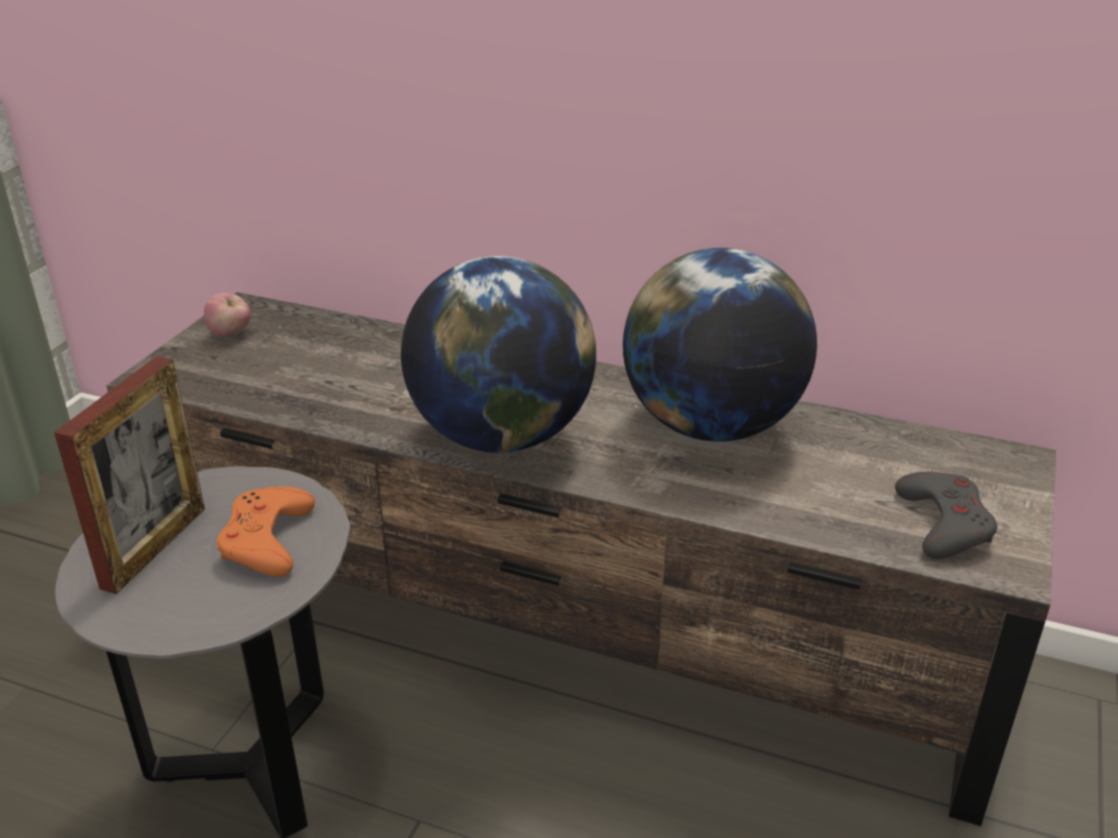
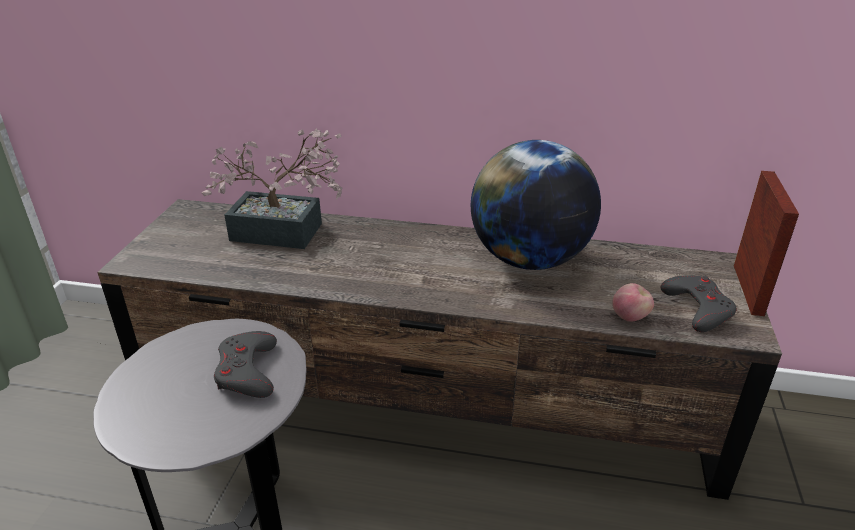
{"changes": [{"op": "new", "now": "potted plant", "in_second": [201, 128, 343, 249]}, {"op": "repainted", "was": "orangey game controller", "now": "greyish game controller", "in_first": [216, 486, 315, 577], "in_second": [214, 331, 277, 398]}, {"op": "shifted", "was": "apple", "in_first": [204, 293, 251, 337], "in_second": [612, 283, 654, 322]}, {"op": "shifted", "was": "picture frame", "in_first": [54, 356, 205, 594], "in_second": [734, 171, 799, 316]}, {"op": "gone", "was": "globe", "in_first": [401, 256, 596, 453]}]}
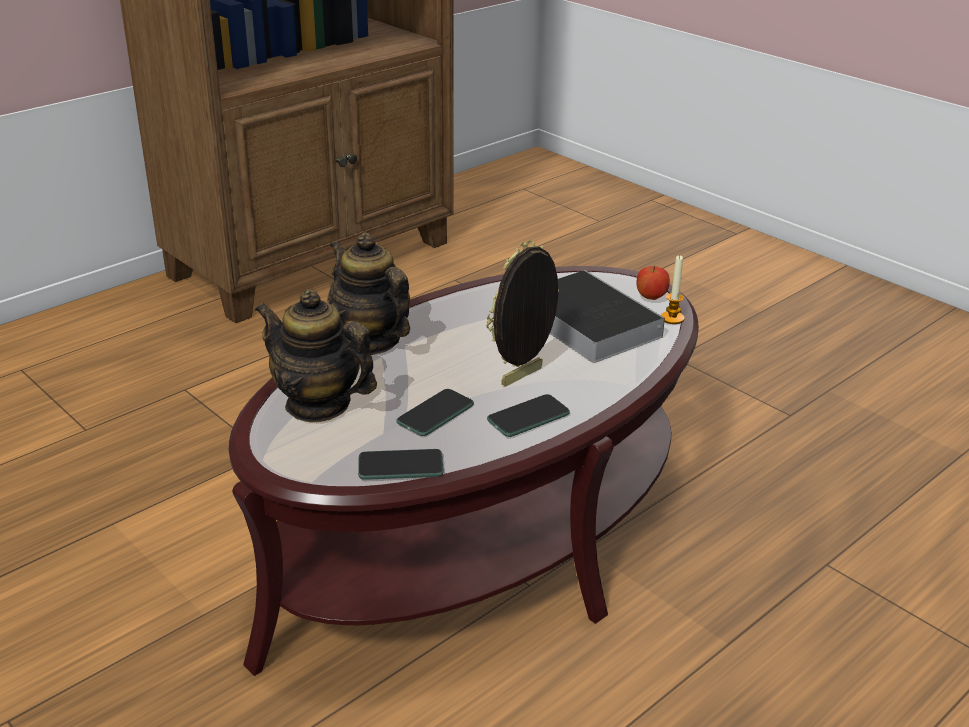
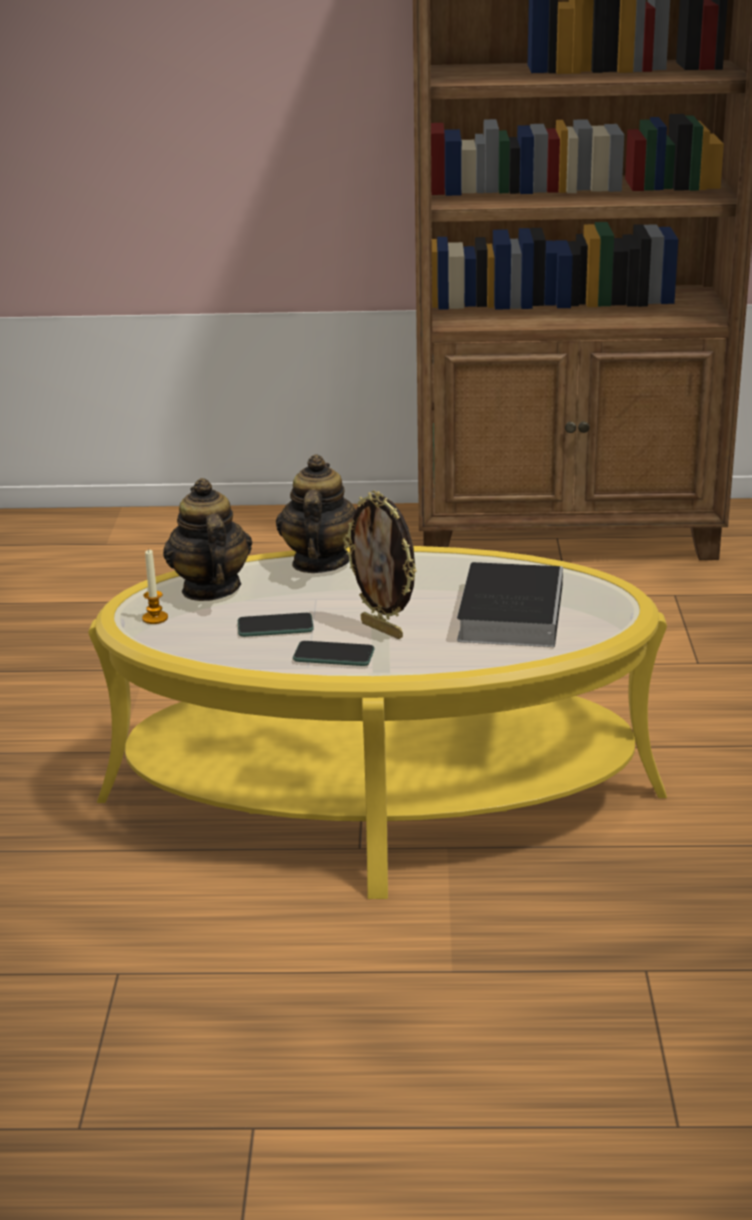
{"changes": [{"op": "repainted", "was": "brown-coloured coffee table", "now": "yellow coffee table", "in_first": [229, 266, 699, 676], "in_second": [88, 546, 667, 899]}, {"op": "shifted", "was": "candle", "in_first": [661, 256, 685, 324], "in_second": [142, 549, 168, 624]}, {"op": "rotated", "was": "picture frame", "in_first": [486, 240, 559, 387], "in_second": [343, 490, 417, 639], "clockwise": -135}, {"op": "gone", "was": "handset", "in_first": [358, 449, 444, 480]}, {"op": "gone", "was": "apple", "in_first": [637, 266, 670, 300]}]}
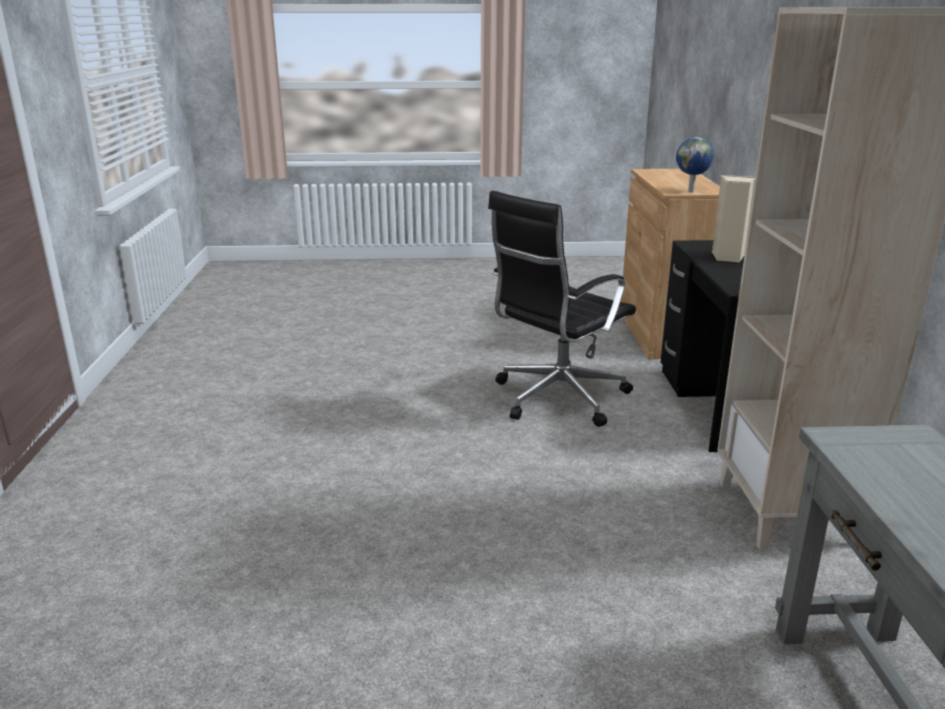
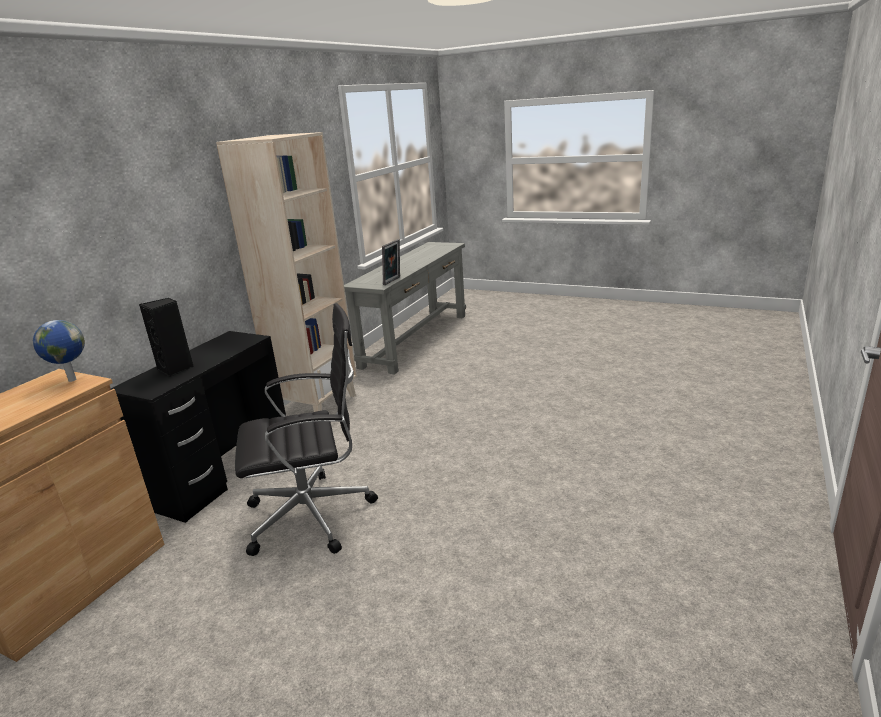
{"changes": [{"op": "repainted", "was": "beige loudspeaker", "now": "black loudspeaker", "in_first": [712, 175, 755, 262], "in_second": [139, 298, 194, 377]}, {"op": "new", "now": "picture frame", "in_second": [382, 239, 400, 285]}]}
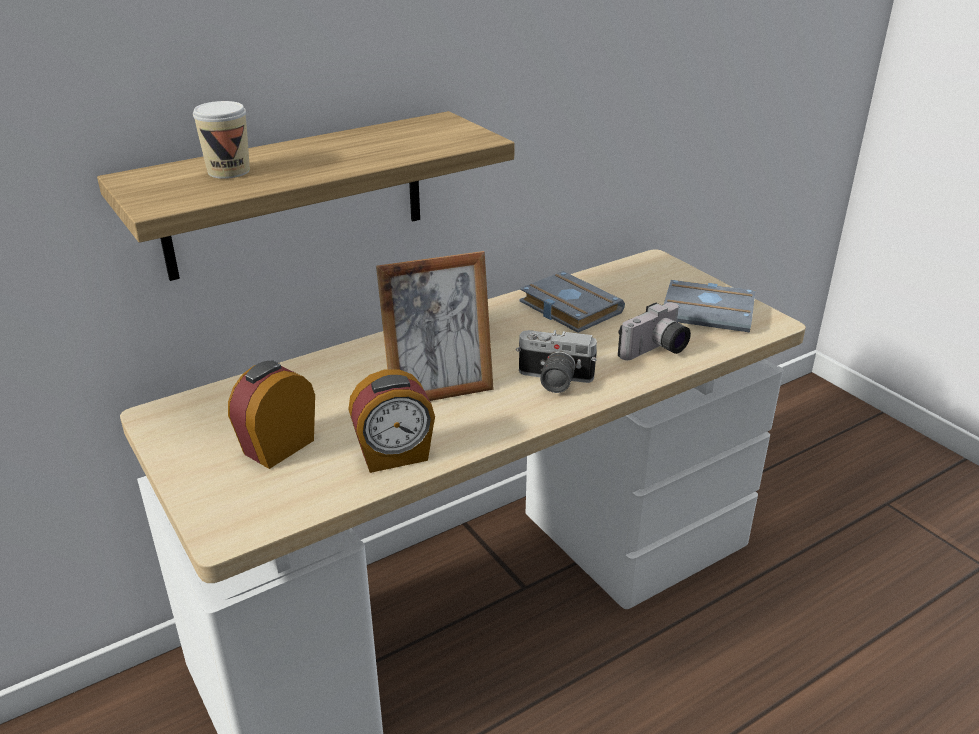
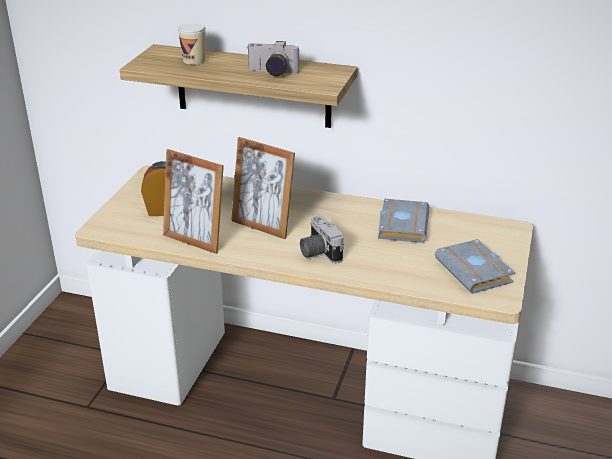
{"changes": [{"op": "swapped", "was": "table clock", "now": "picture frame", "in_first": [348, 369, 435, 473], "in_second": [163, 149, 224, 254]}, {"op": "shifted", "was": "photo camera", "in_first": [618, 302, 691, 360], "in_second": [248, 41, 300, 76]}]}
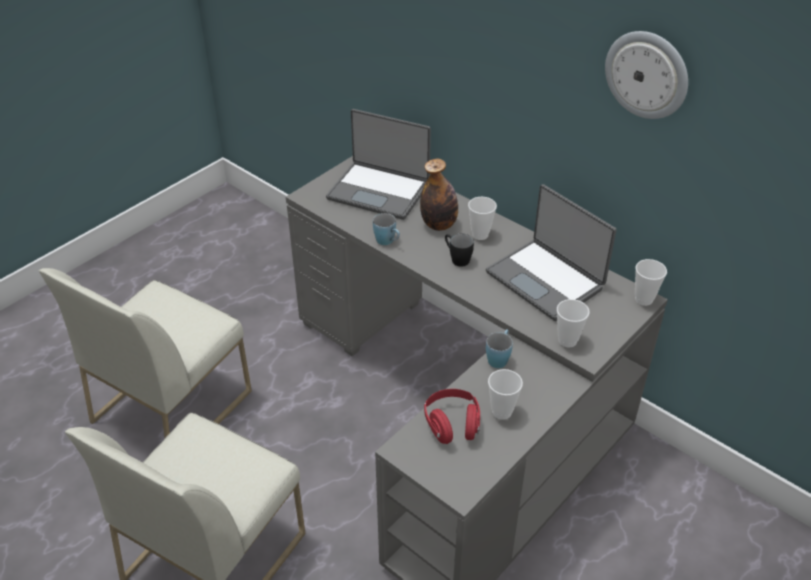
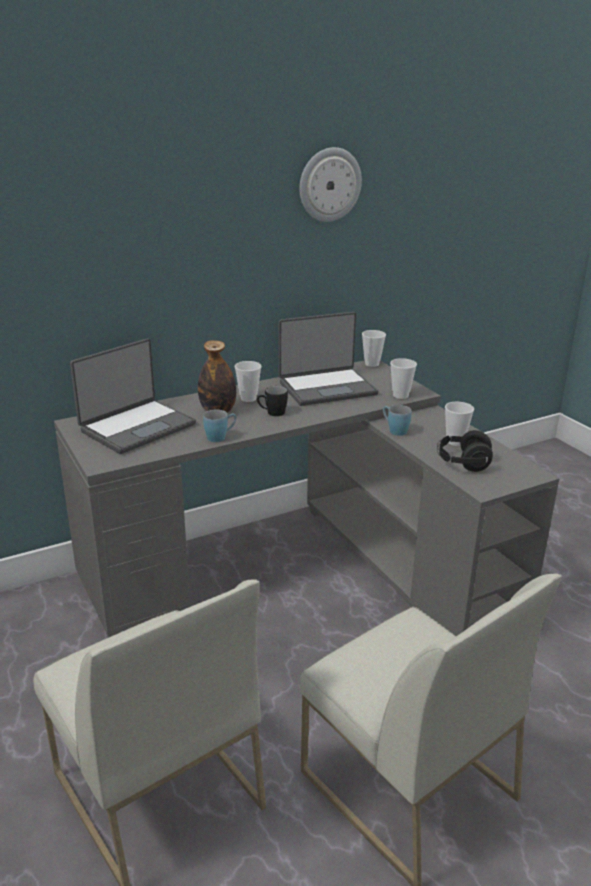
{"changes": [{"op": "repainted", "was": "red-coloured headphones", "now": "black headphones", "in_first": [424, 389, 480, 444], "in_second": [437, 430, 493, 472]}]}
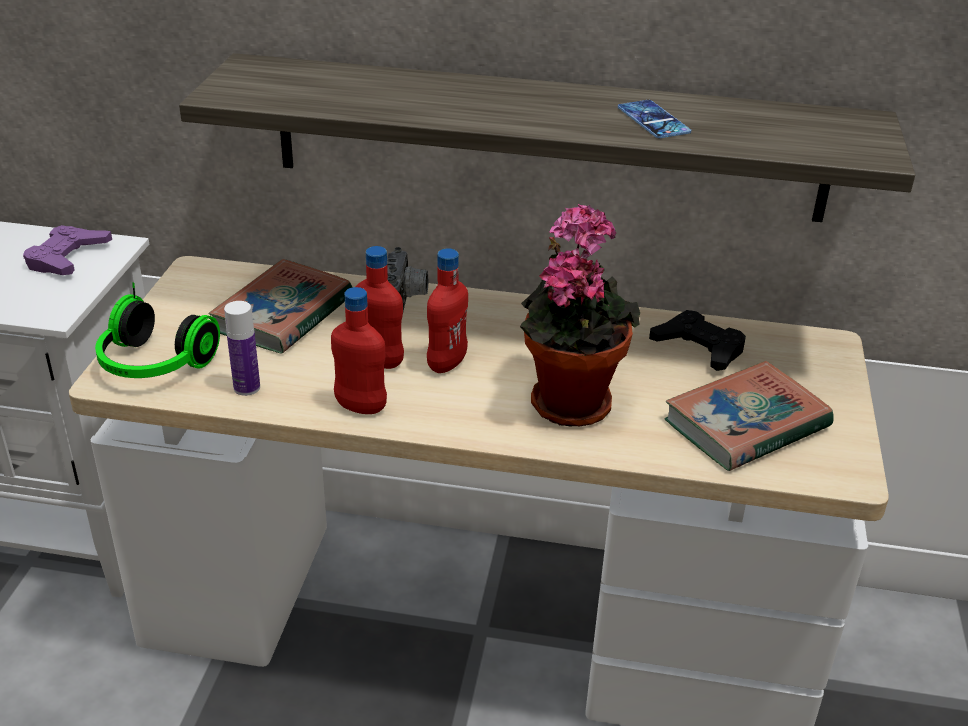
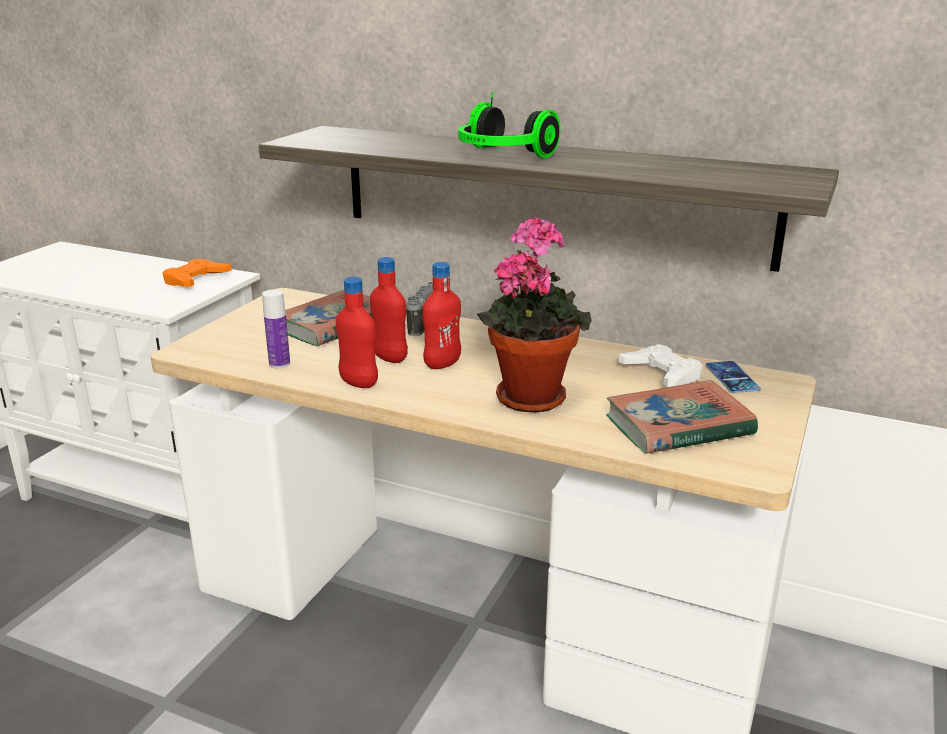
{"changes": [{"op": "repainted", "was": "purplish game controller", "now": "orangey game controller", "in_first": [23, 225, 112, 275], "in_second": [162, 259, 232, 287]}, {"op": "shifted", "was": "headphones", "in_first": [95, 282, 220, 378], "in_second": [458, 92, 561, 158]}, {"op": "repainted", "was": "black game controller", "now": "whitish game controller", "in_first": [649, 310, 746, 371], "in_second": [618, 344, 703, 387]}, {"op": "shifted", "was": "handset", "in_first": [618, 100, 691, 138], "in_second": [706, 361, 761, 393]}]}
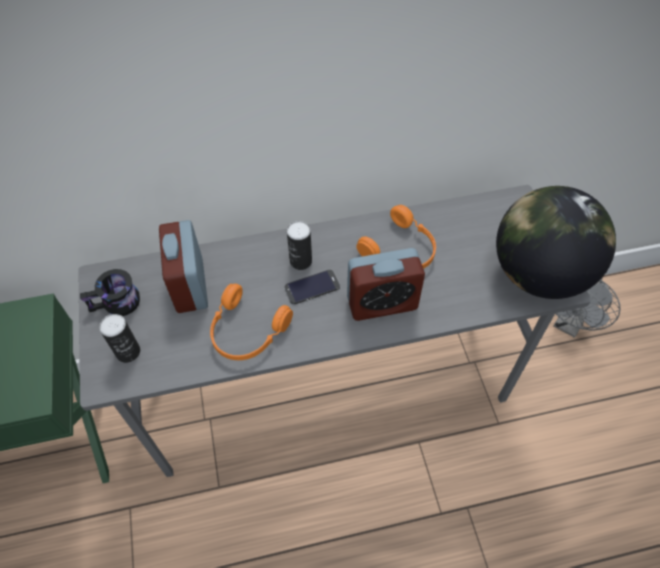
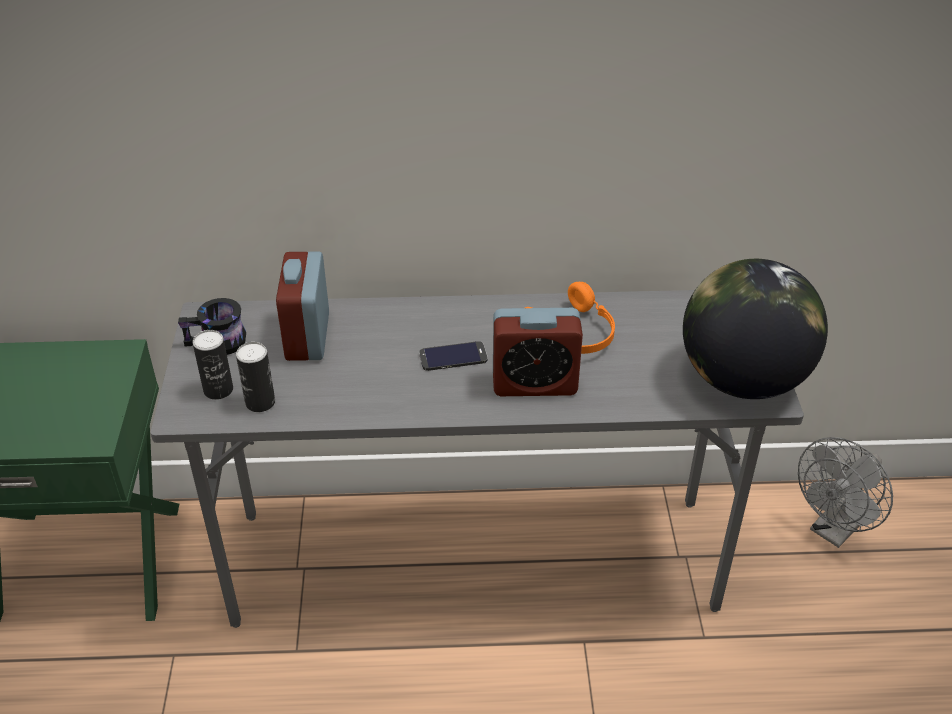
{"changes": [{"op": "shifted", "was": "can", "in_first": [287, 221, 312, 270], "in_second": [236, 342, 275, 412]}, {"op": "gone", "was": "orangey headphones", "in_first": [210, 284, 293, 360]}]}
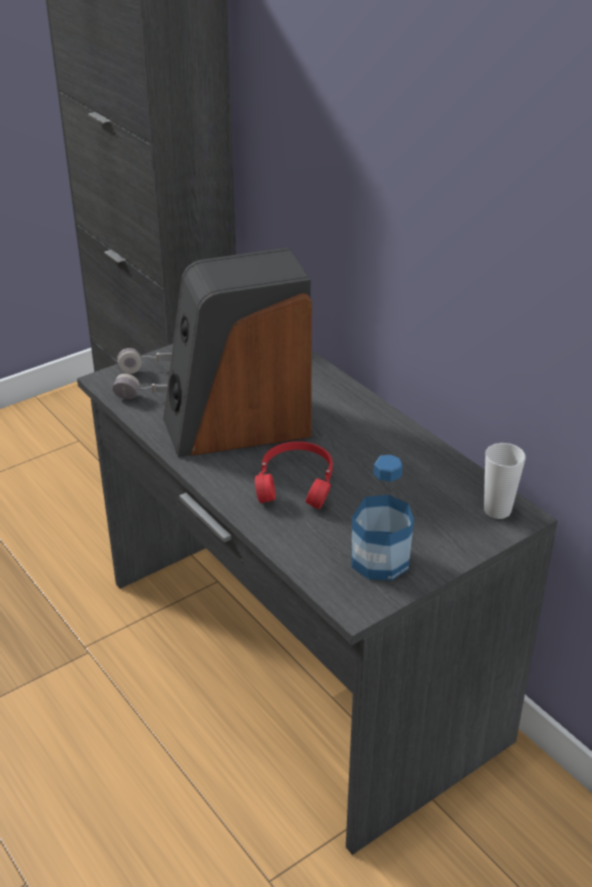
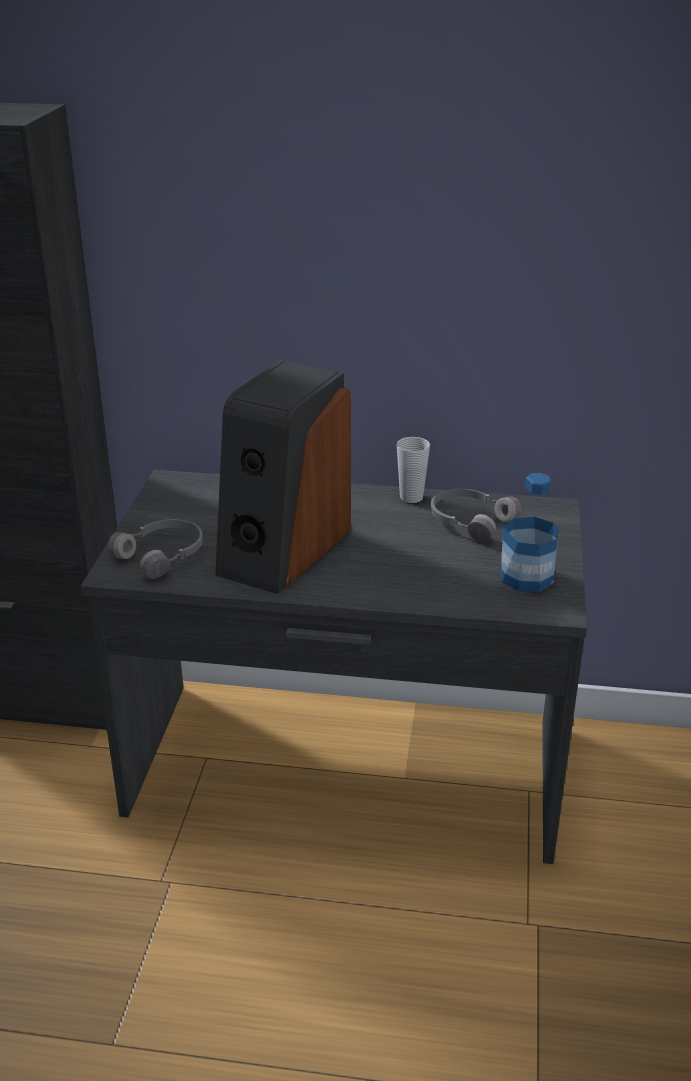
{"changes": [{"op": "shifted", "was": "small cup", "in_first": [484, 443, 526, 519], "in_second": [397, 437, 430, 503]}, {"op": "new", "now": "greyish headphones", "in_second": [431, 489, 522, 542]}, {"op": "gone", "was": "red-coloured headphones", "in_first": [255, 442, 333, 509]}]}
